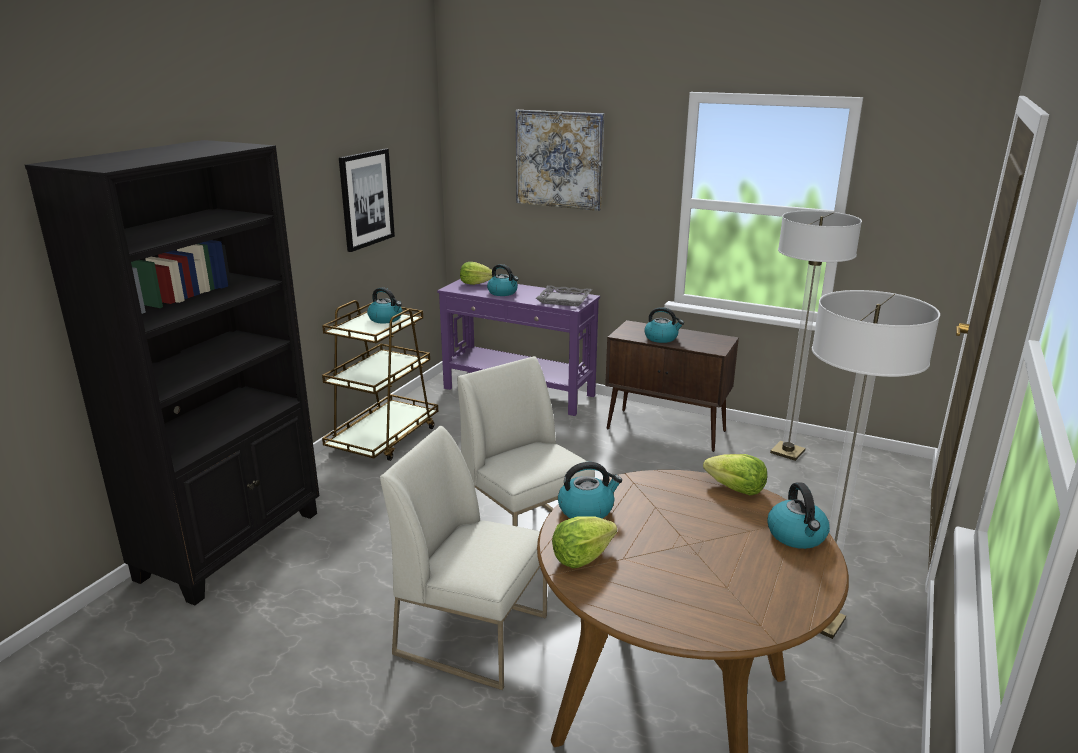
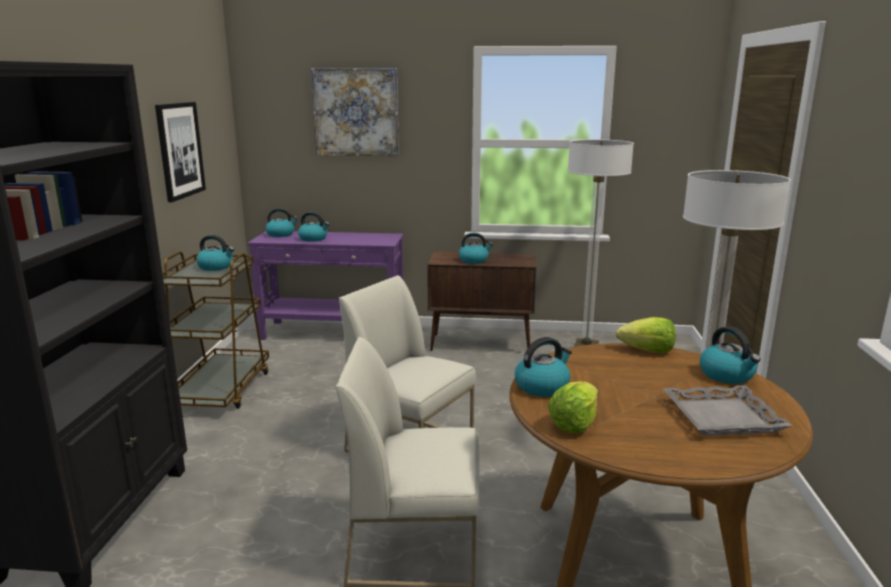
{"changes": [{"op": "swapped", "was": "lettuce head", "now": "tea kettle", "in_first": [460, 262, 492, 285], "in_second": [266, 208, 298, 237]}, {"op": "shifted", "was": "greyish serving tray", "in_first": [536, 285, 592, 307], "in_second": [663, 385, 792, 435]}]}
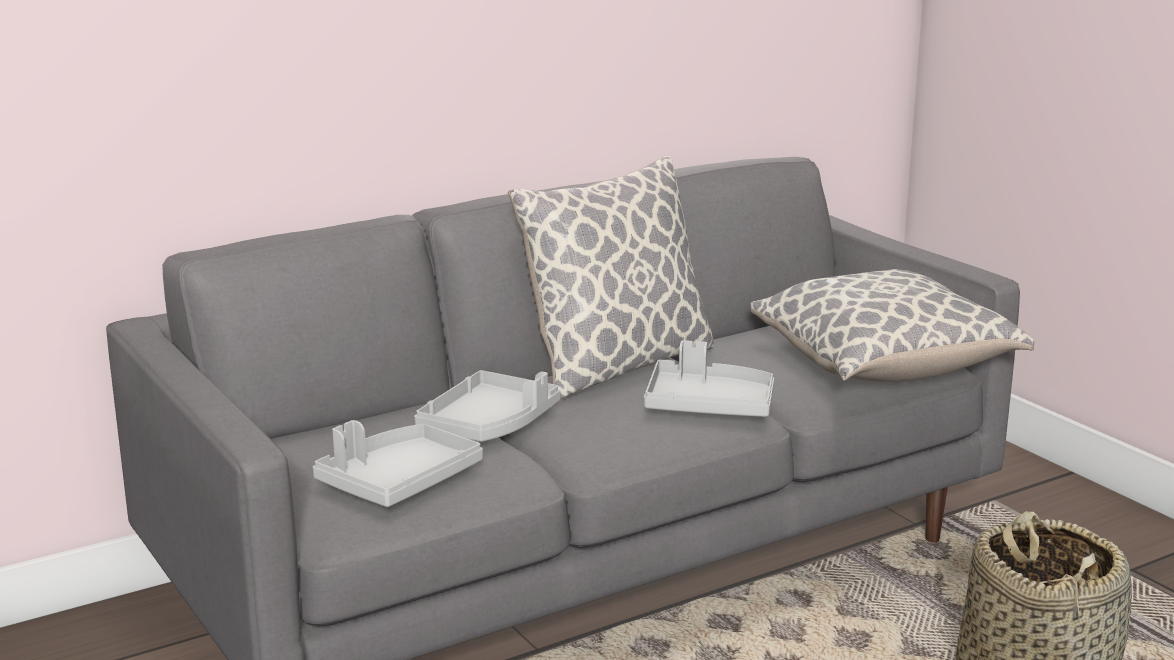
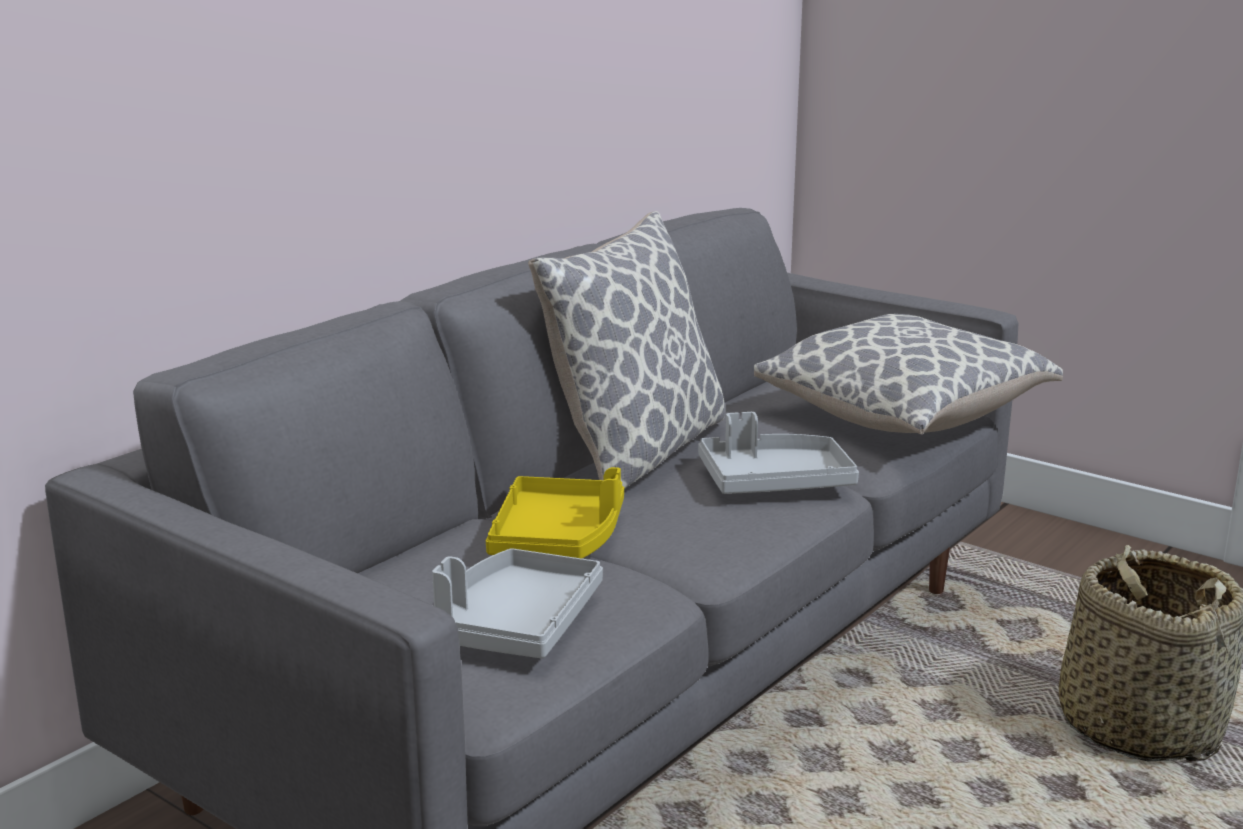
{"changes": [{"op": "repainted", "was": "greyish serving tray", "now": "yellow serving tray", "in_first": [414, 370, 560, 442], "in_second": [486, 467, 624, 559]}]}
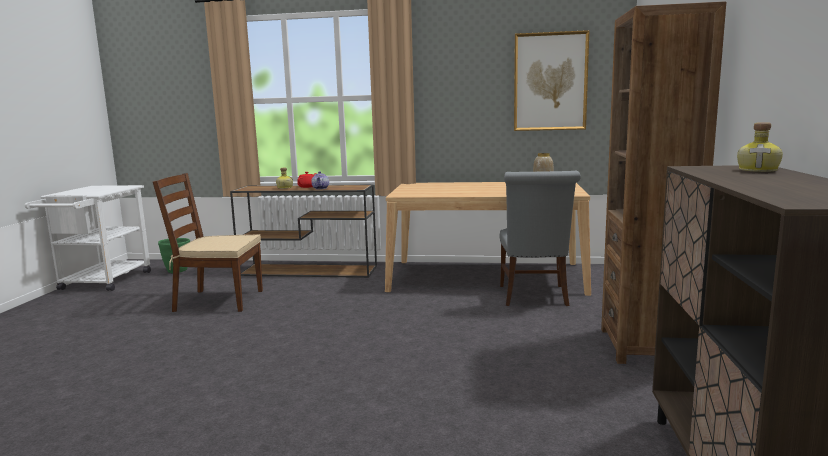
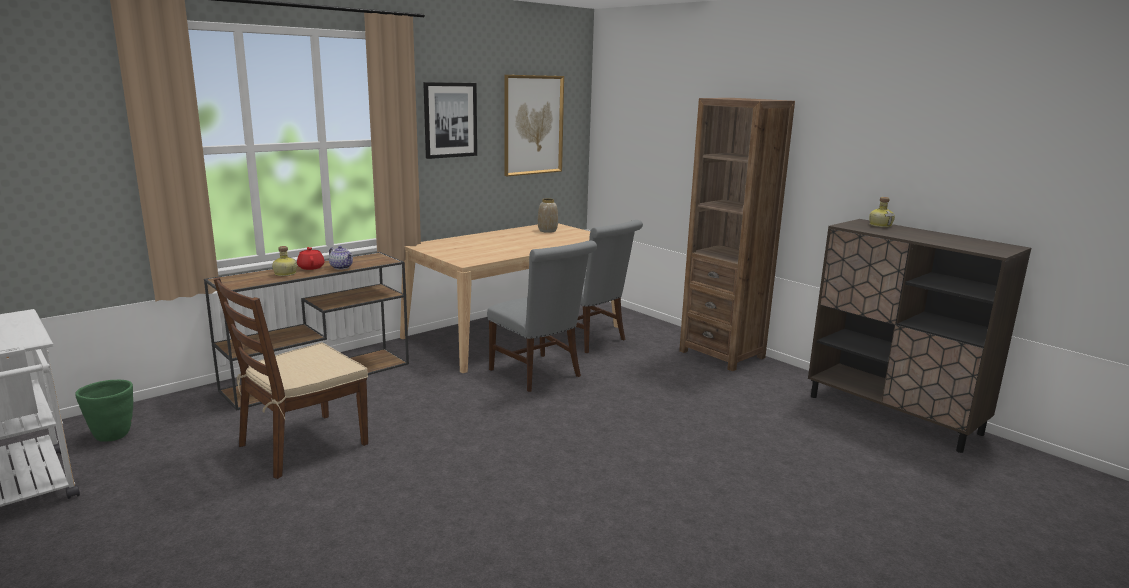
{"changes": [{"op": "new", "now": "wall art", "in_second": [423, 82, 477, 159]}, {"op": "new", "now": "greyish chair", "in_second": [487, 240, 597, 392]}]}
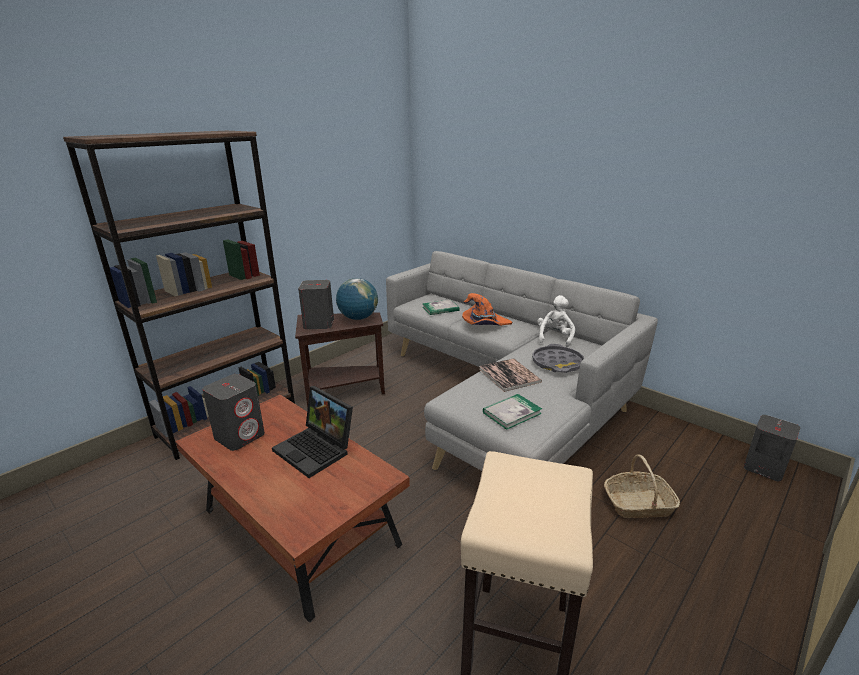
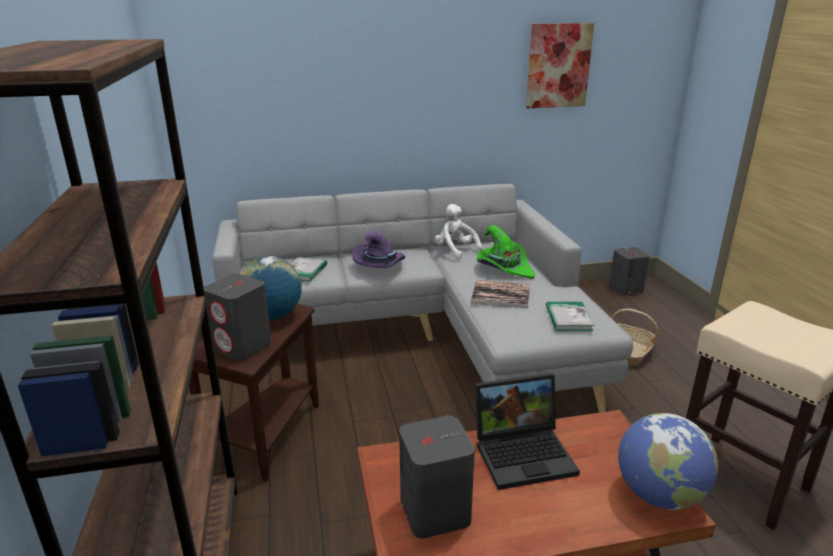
{"changes": [{"op": "repainted", "was": "orangey wearable hat", "now": "purplish wearable hat", "in_first": [462, 293, 512, 326], "in_second": [352, 231, 405, 268]}, {"op": "swapped", "was": "greyish serving tray", "now": "green-coloured wearable hat", "in_first": [532, 344, 584, 373], "in_second": [477, 225, 535, 279]}, {"op": "new", "now": "wall art", "in_second": [526, 23, 594, 108]}, {"op": "new", "now": "globe", "in_second": [618, 413, 718, 510]}]}
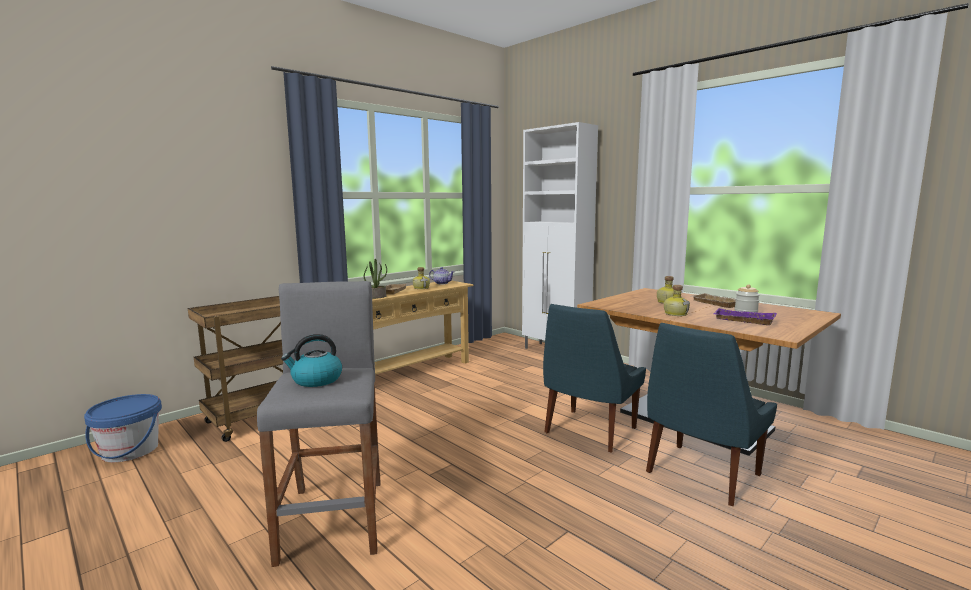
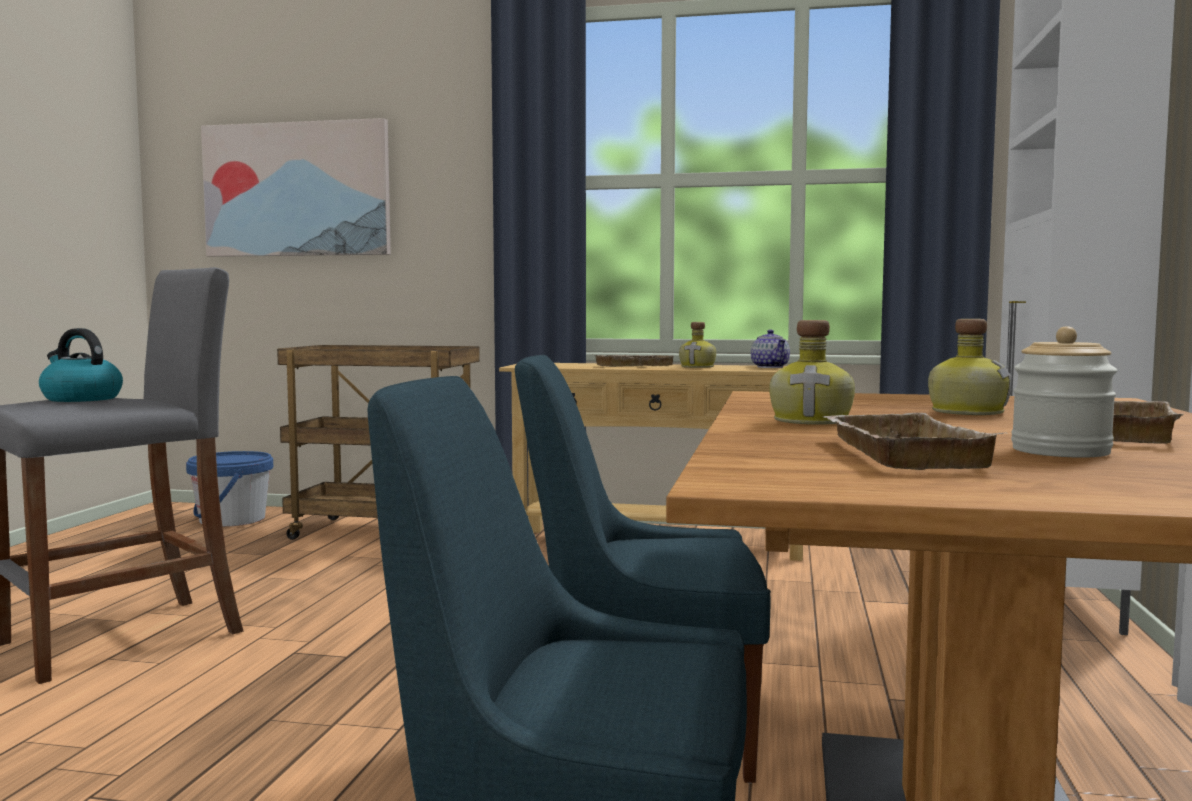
{"changes": [{"op": "new", "now": "wall art", "in_second": [201, 118, 391, 257]}, {"op": "repainted", "was": "purplish serving tray", "now": "beige serving tray", "in_first": [713, 308, 777, 325], "in_second": [823, 413, 1009, 470]}, {"op": "gone", "was": "potted plant", "in_first": [364, 259, 387, 299]}]}
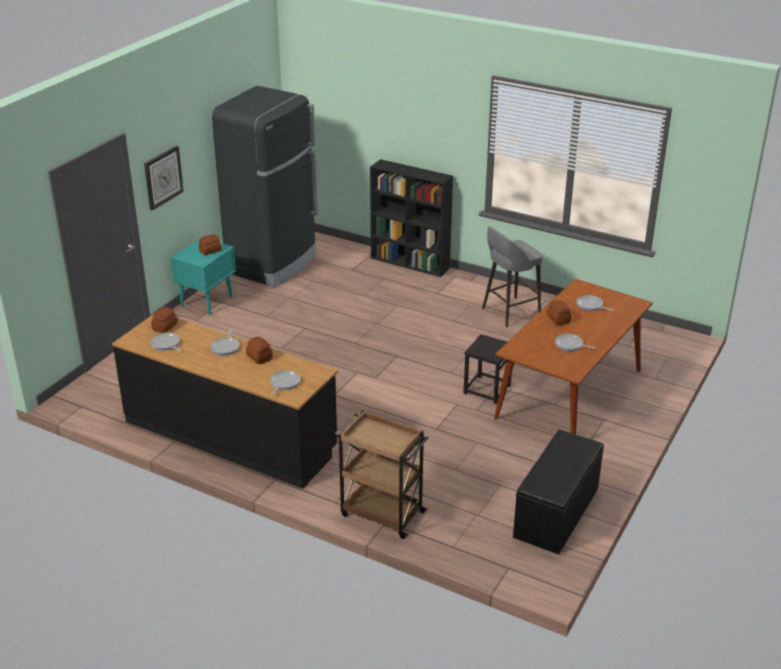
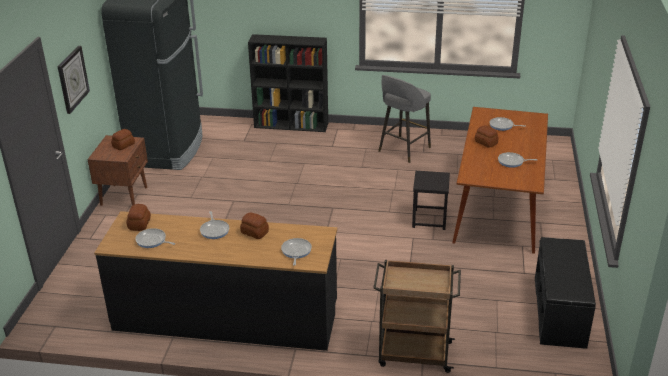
{"changes": [{"op": "repainted", "was": "turquoise-coloured night table", "now": "brown-coloured night table", "in_first": [171, 238, 236, 315], "in_second": [87, 135, 148, 206]}]}
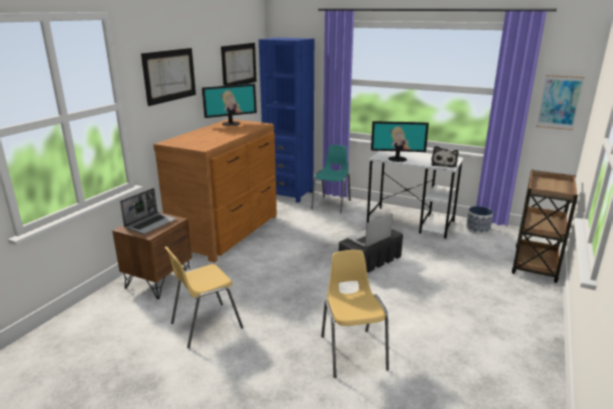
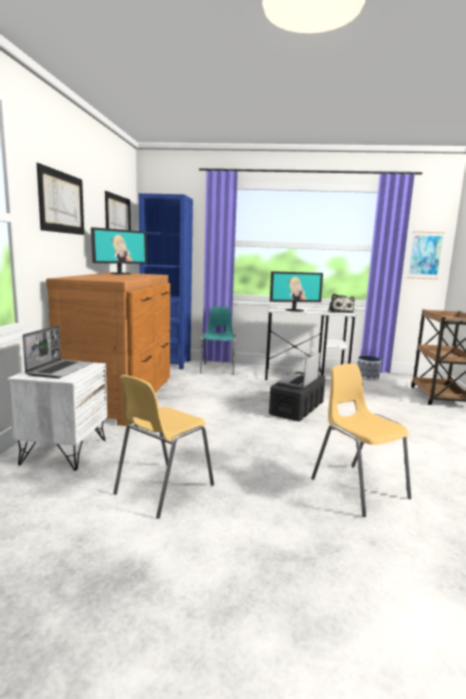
{"changes": [{"op": "repainted", "was": "brown-coloured night table", "now": "whitish night table", "in_first": [112, 212, 192, 299], "in_second": [7, 363, 107, 471]}]}
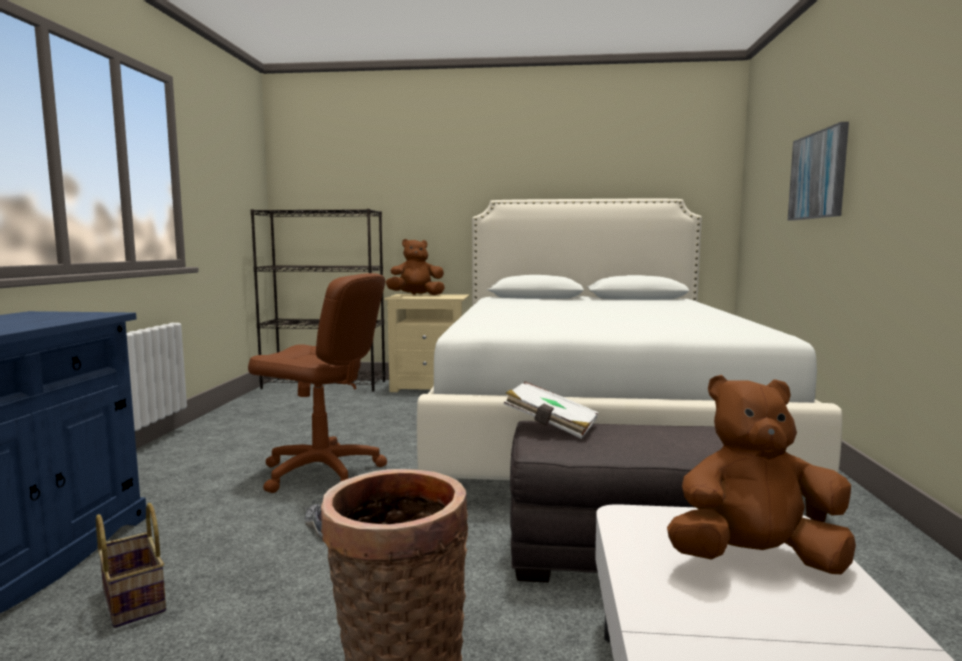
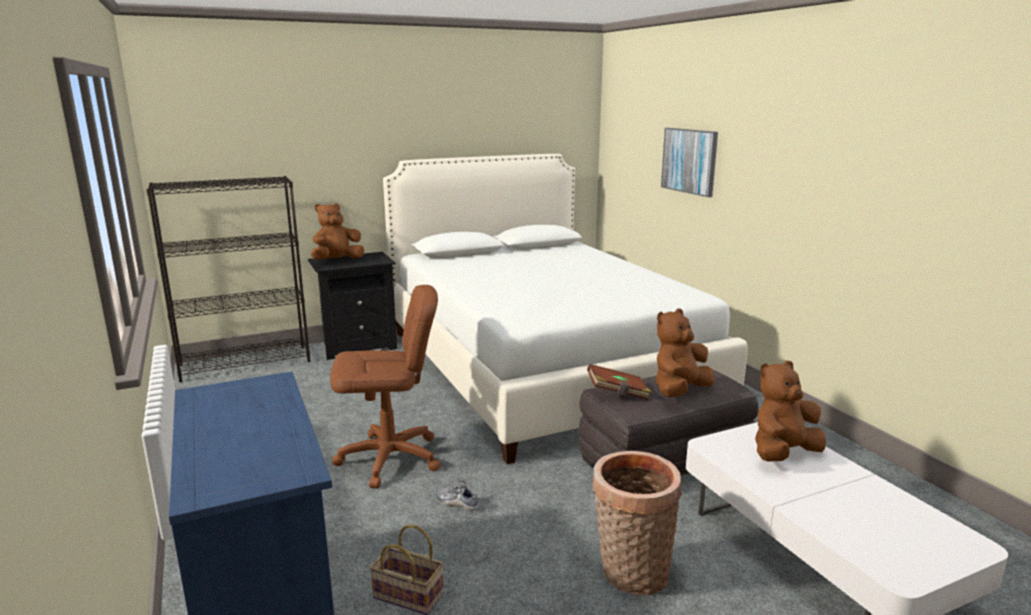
{"changes": [{"op": "repainted", "was": "beige night table", "now": "black night table", "in_first": [384, 294, 470, 392], "in_second": [308, 252, 397, 360]}, {"op": "repainted", "was": "whitish volume", "now": "brown-coloured volume", "in_first": [504, 382, 598, 439], "in_second": [587, 364, 652, 400]}, {"op": "new", "now": "brown-coloured soft toy", "in_second": [656, 308, 714, 397]}]}
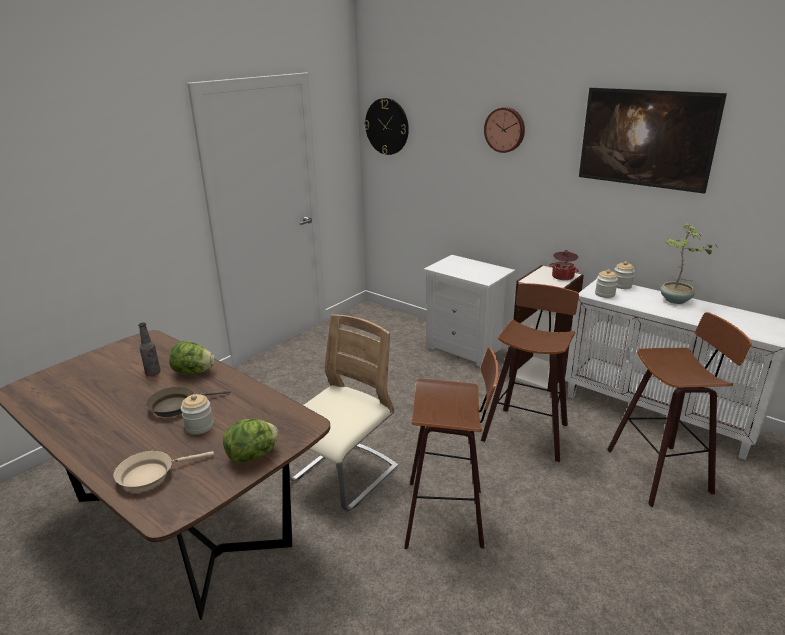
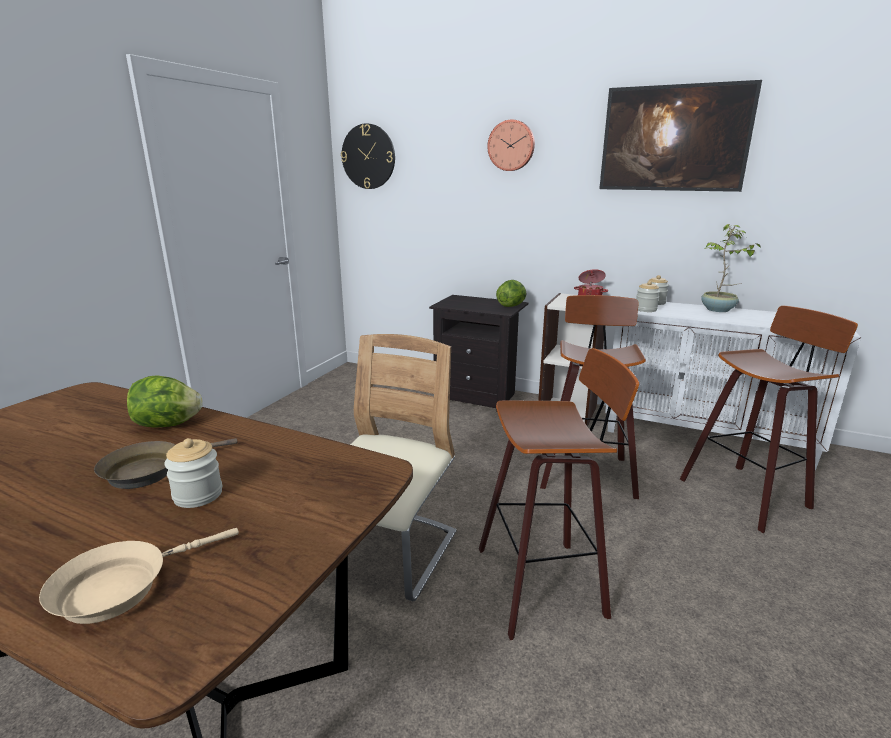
{"changes": [{"op": "repainted", "was": "whitish night table", "now": "black night table", "in_first": [424, 255, 515, 367], "in_second": [429, 295, 529, 412]}, {"op": "shifted", "was": "lettuce head", "in_first": [223, 419, 278, 463], "in_second": [496, 280, 526, 307]}, {"op": "gone", "was": "drink bottle", "in_first": [138, 322, 161, 376]}]}
